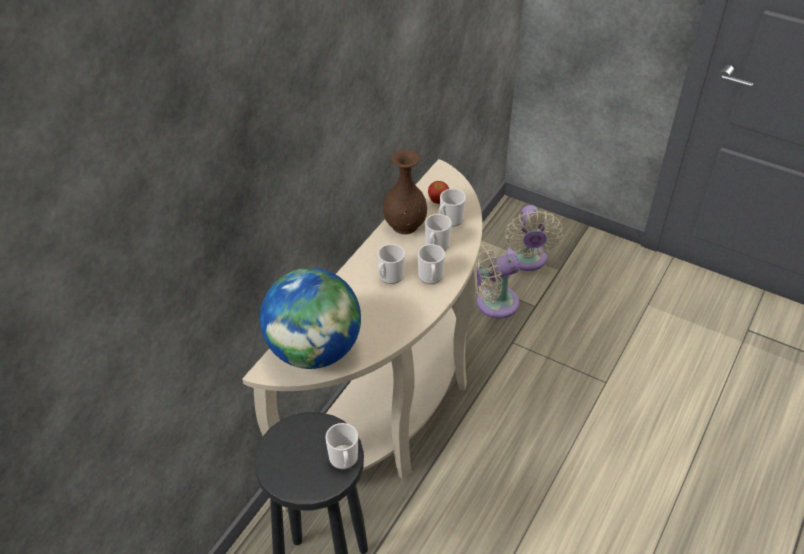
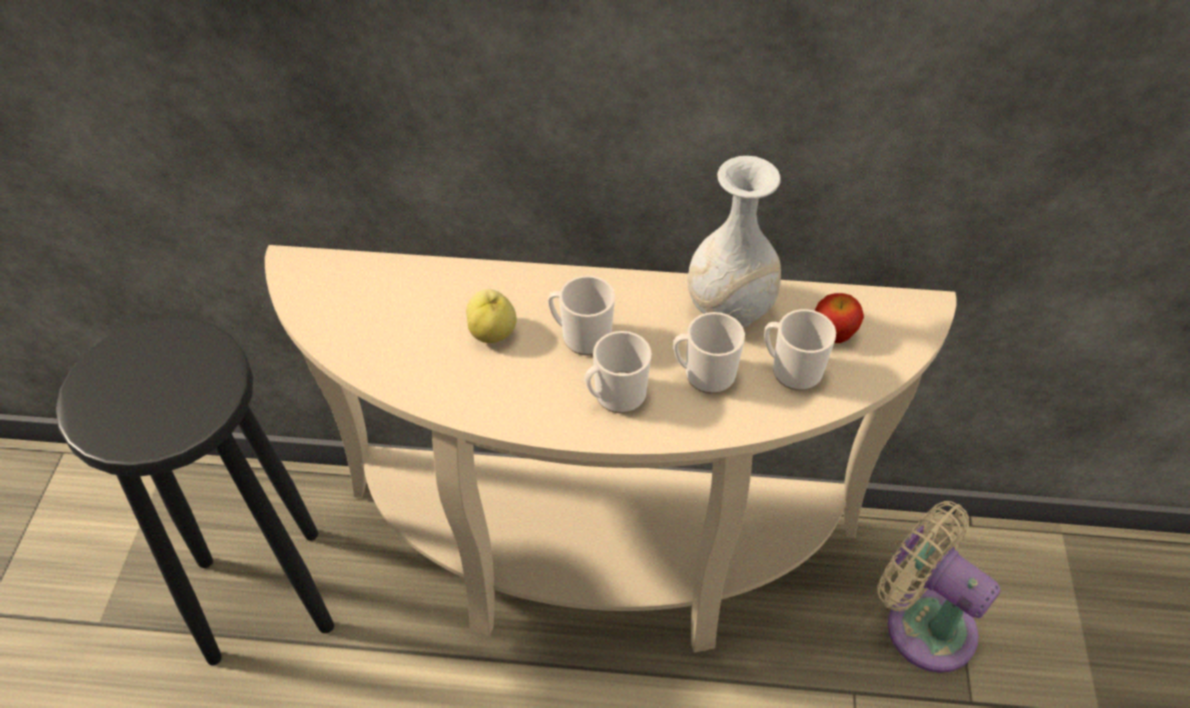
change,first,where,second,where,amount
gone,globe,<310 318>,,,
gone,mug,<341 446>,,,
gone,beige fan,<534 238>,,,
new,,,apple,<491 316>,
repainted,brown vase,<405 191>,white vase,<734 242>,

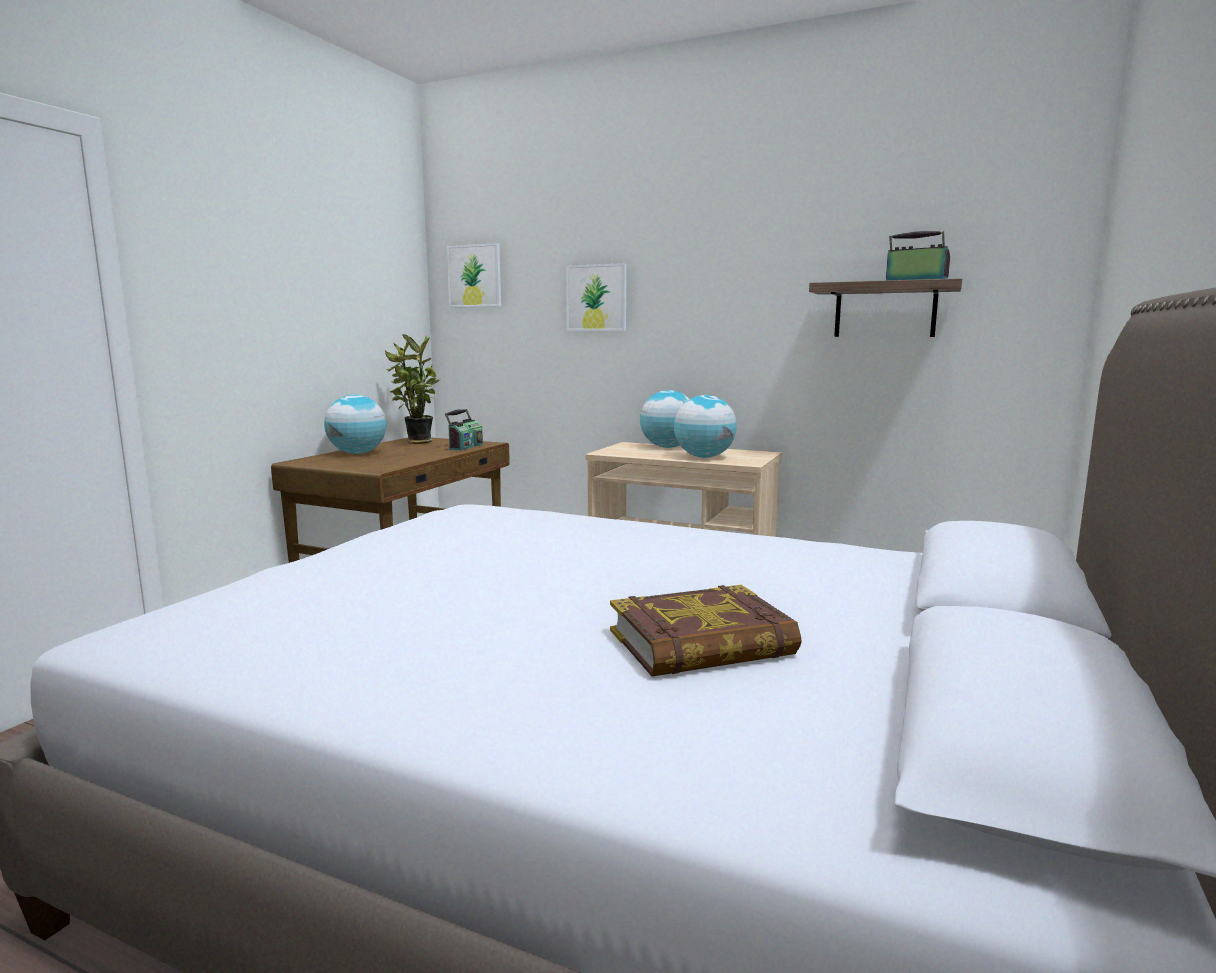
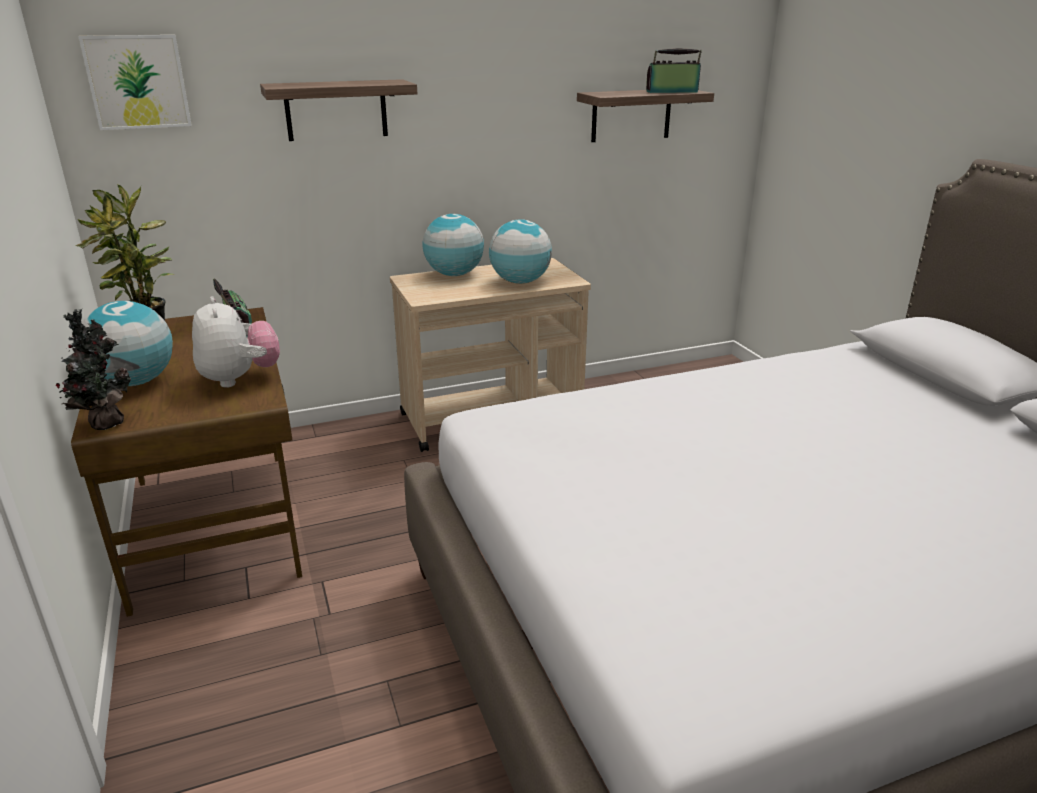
change,first,where,second,where,amount
gone,book,<706 630>,,,
new,,,potted plant,<93 369>,
new,,,plush toy,<236 342>,
swapped,picture,<596 297>,shelf,<338 110>,

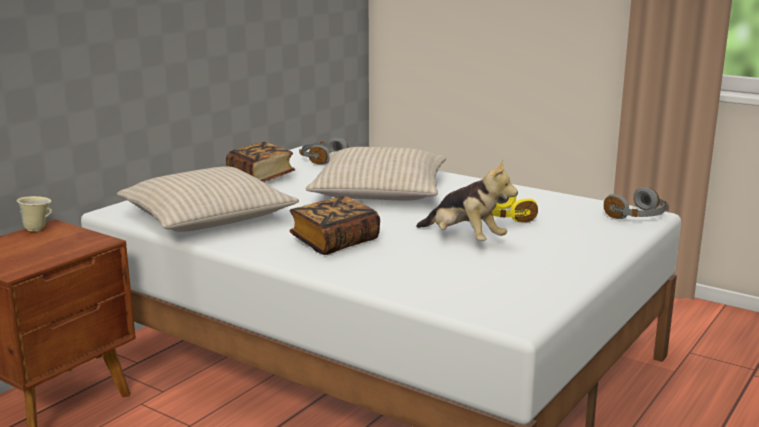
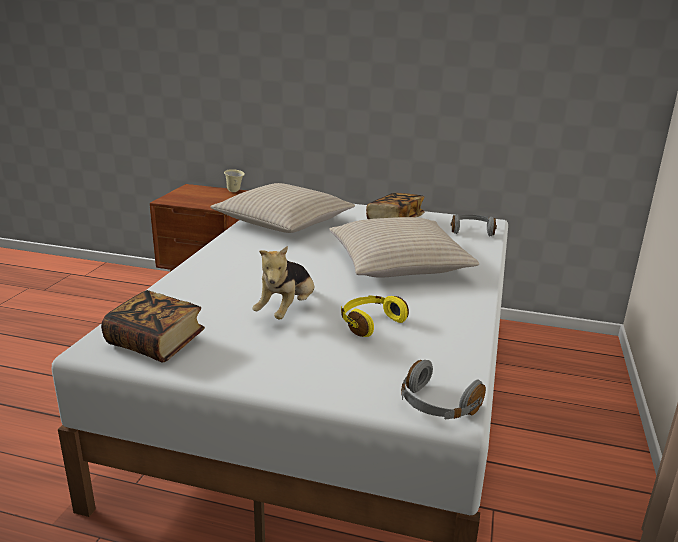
change,first,where,second,where,amount
shifted,book,<334 225>,,<153 326>,

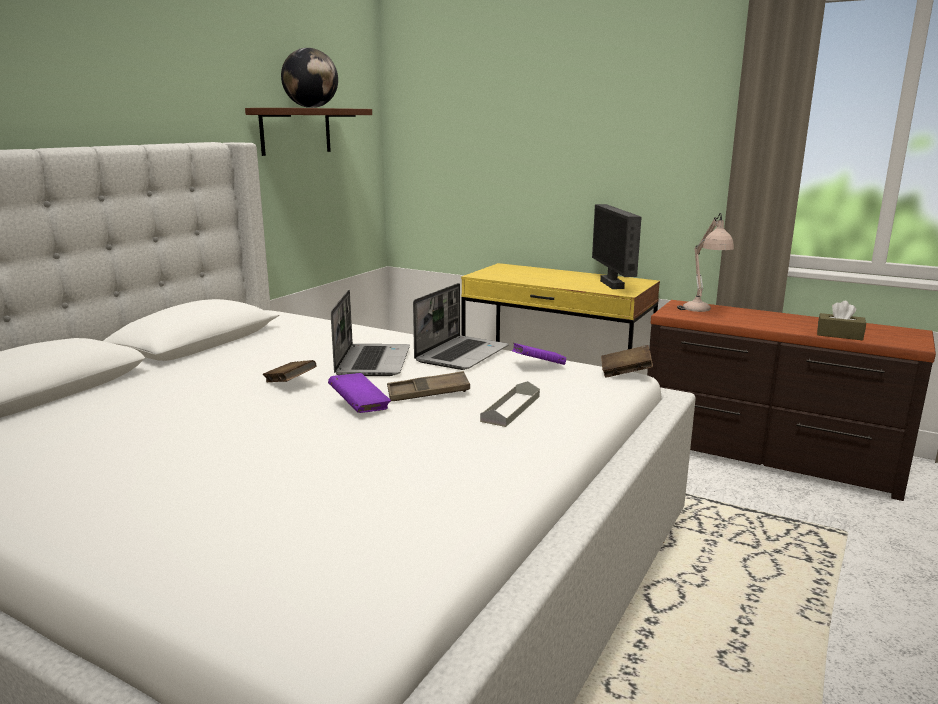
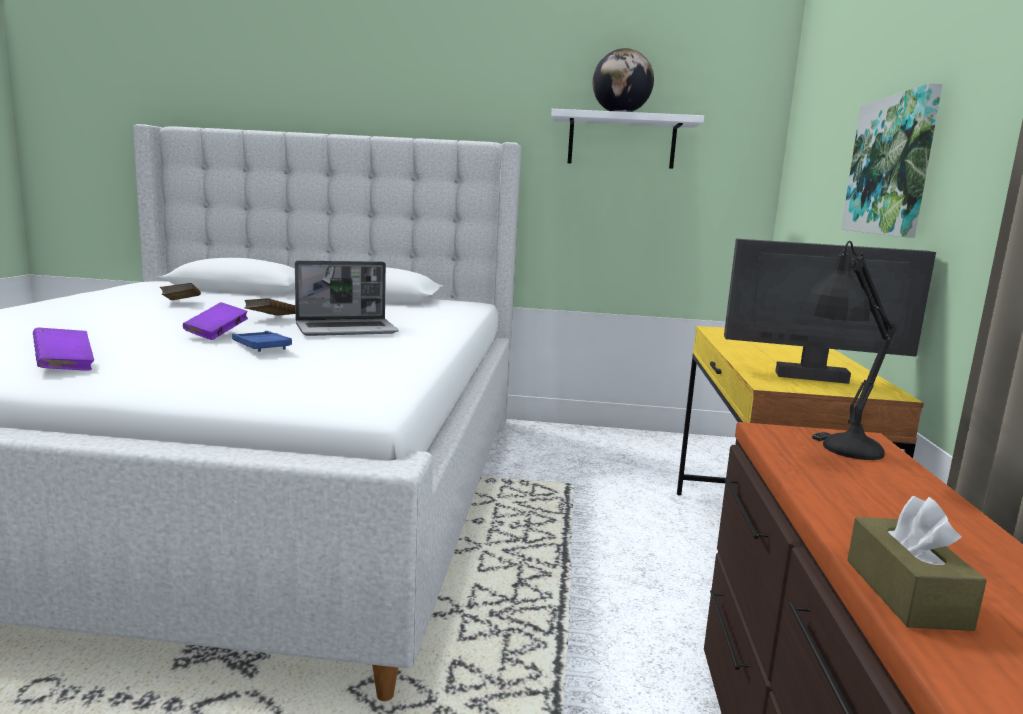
change,first,where,second,where,amount
gone,laptop,<461 326>,,,
gone,grey tray,<510 404>,,,
new,,,picture,<892 160>,
shifted,purple book,<539 354>,,<63 349>,
shifted,brown book,<627 361>,,<180 291>,
repainted,brown shelf,<308 132>,white shelf,<627 139>,
repainted,brown tray,<428 386>,blue tray,<262 341>,
repainted,beige table lamp,<705 262>,black table lamp,<847 350>,
rotated,monitor,<616 246>,,<830 311>,45 degrees clockwise

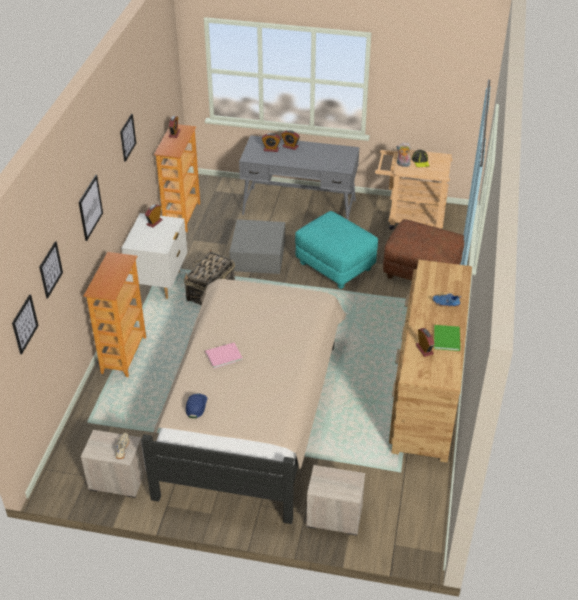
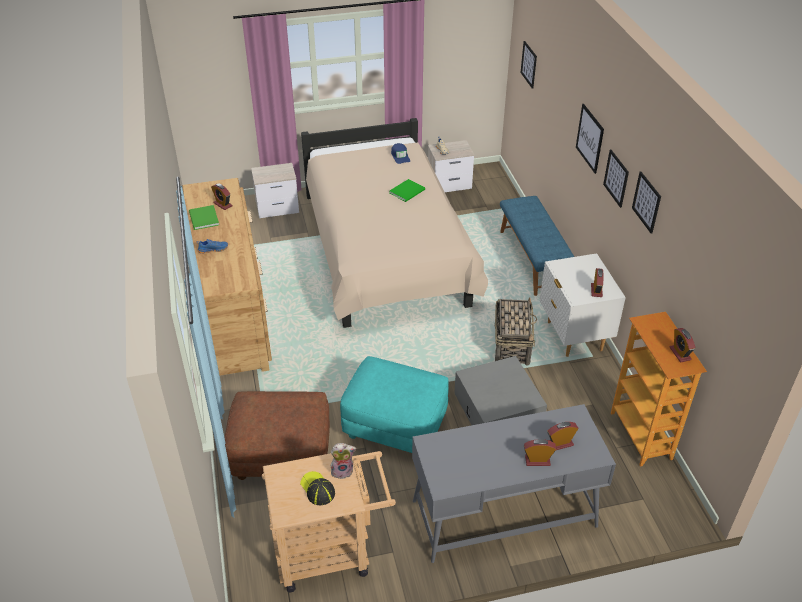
change,first,where,second,where,amount
shifted,picture,<51 269>,,<616 179>,
swapped,bookcase,<115 314>,blue bench,<537 246>,
repainted,pink book,<223 356>,green book,<407 190>,

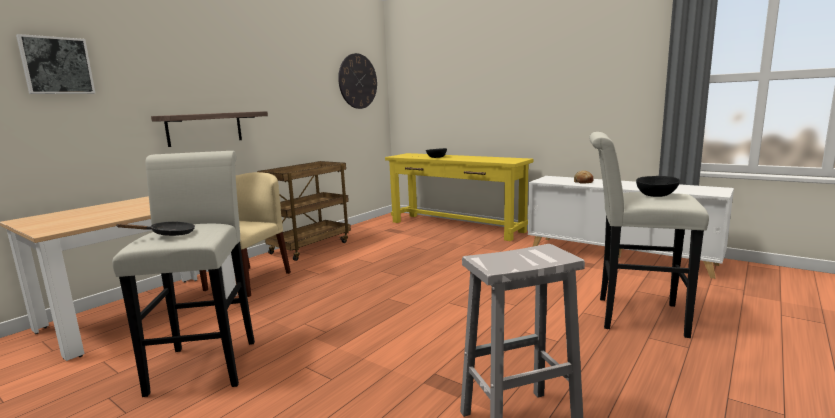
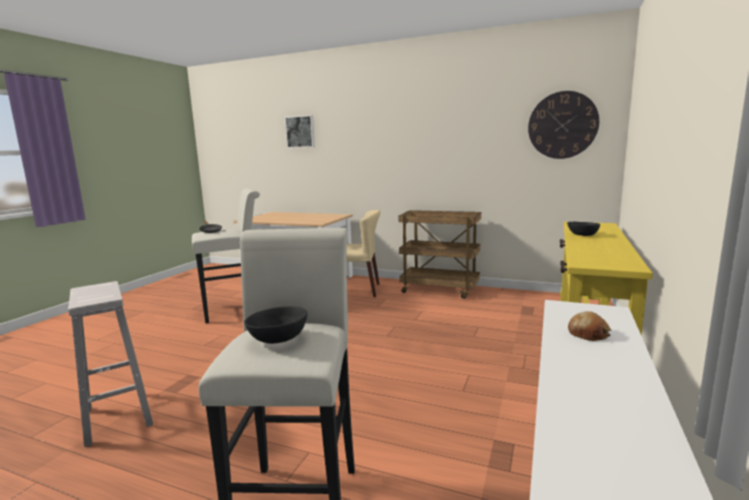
change,first,where,second,where,amount
gone,shelf,<209 129>,,,

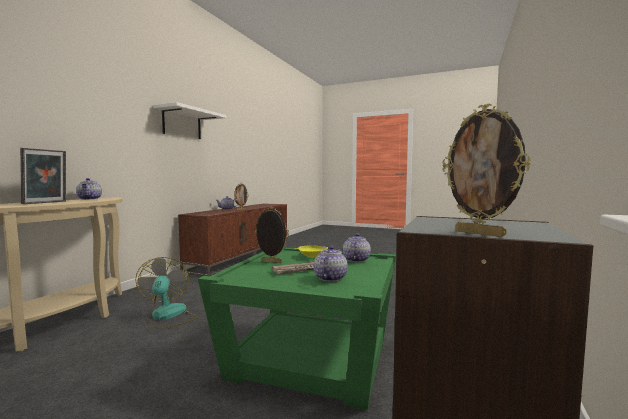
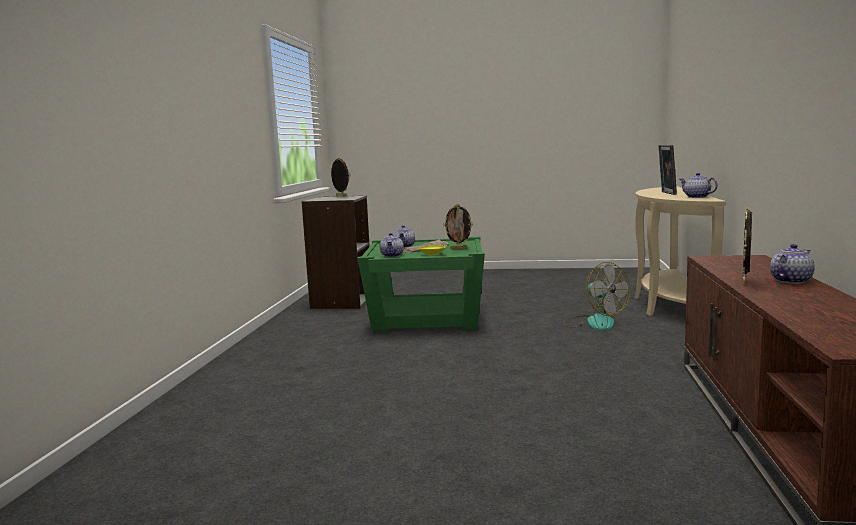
change,first,where,second,where,amount
gone,white shelf,<189 120>,,,

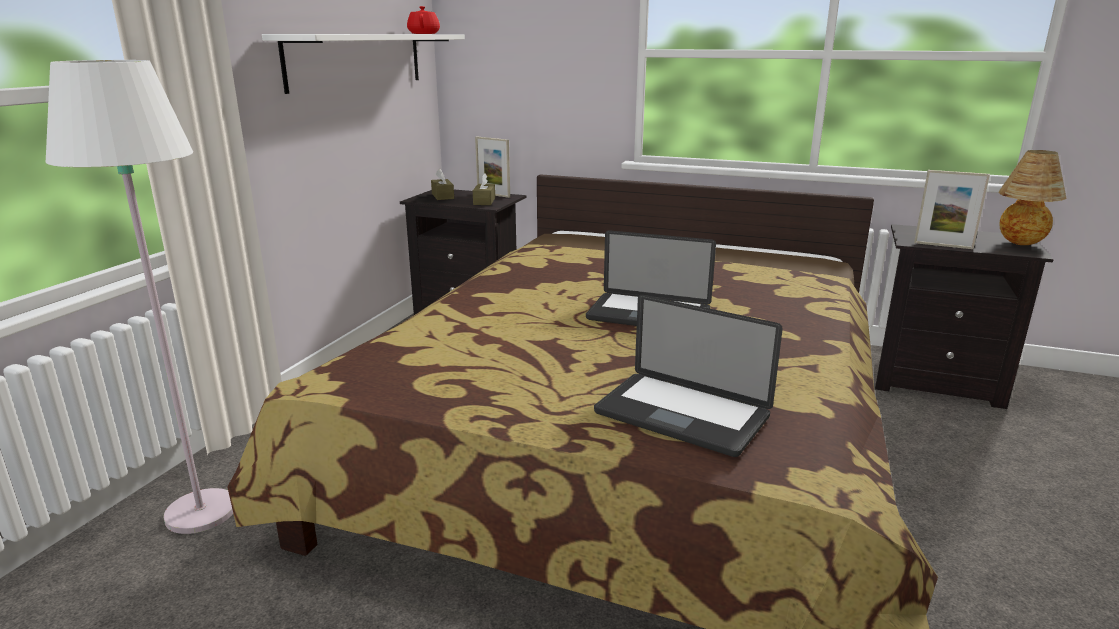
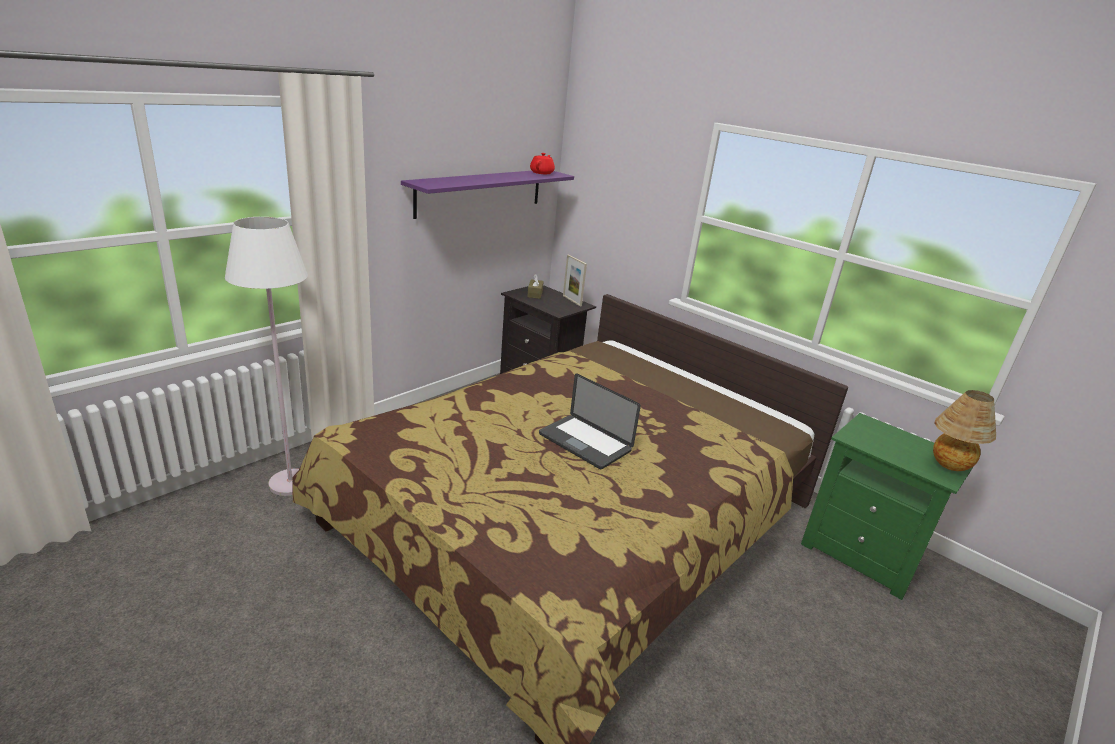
change,first,where,second,where,amount
gone,brown tissue box,<484 189>,,,
gone,laptop,<688 376>,,,
gone,picture frame,<952 209>,,,
repainted,white shelf,<363 64>,purple shelf,<487 195>,
repainted,black nightstand,<964 316>,green nightstand,<887 506>,

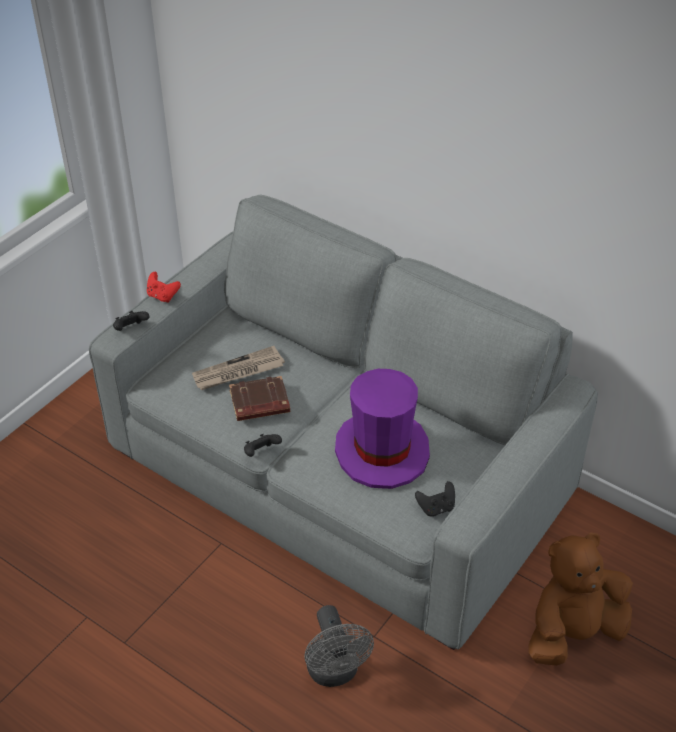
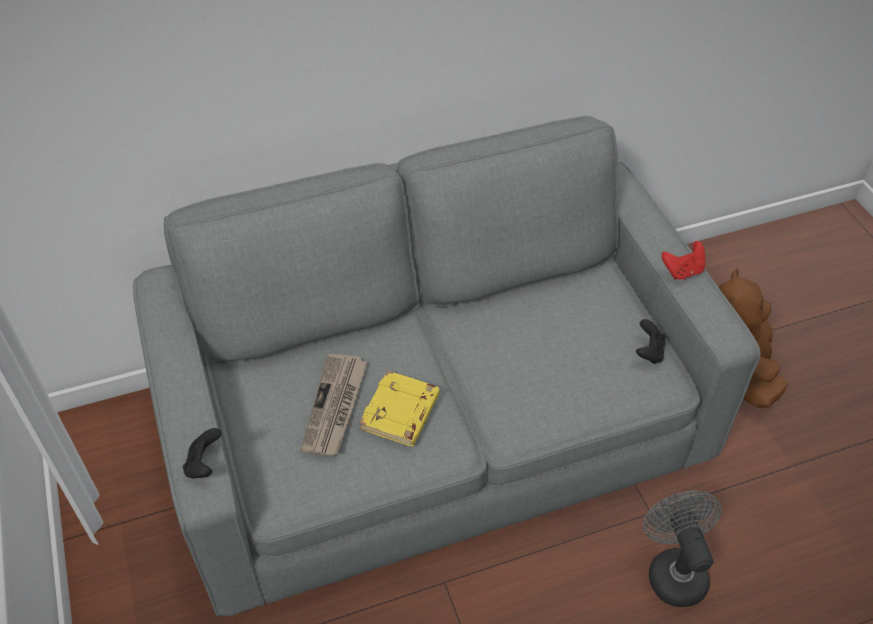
change,first,where,second,where,amount
gone,black game controller,<263 445>,,,
gone,purple hat,<382 429>,,,
shifted,red game controller,<164 287>,,<683 260>,
repainted,brown book,<259 398>,yellow book,<399 408>,
rotated,grey fan,<339 646>,,<682 549>,120 degrees counterclockwise

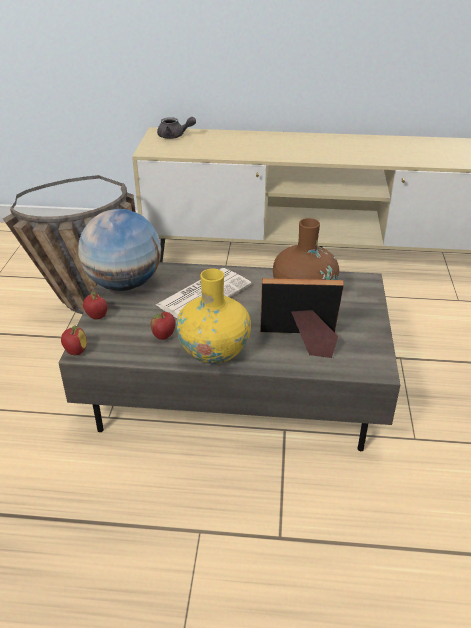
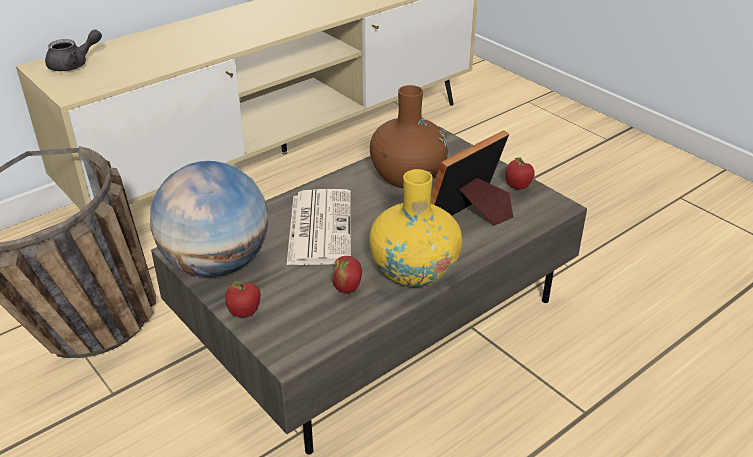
change,first,where,second,where,amount
shifted,apple,<74 340>,,<520 173>,

